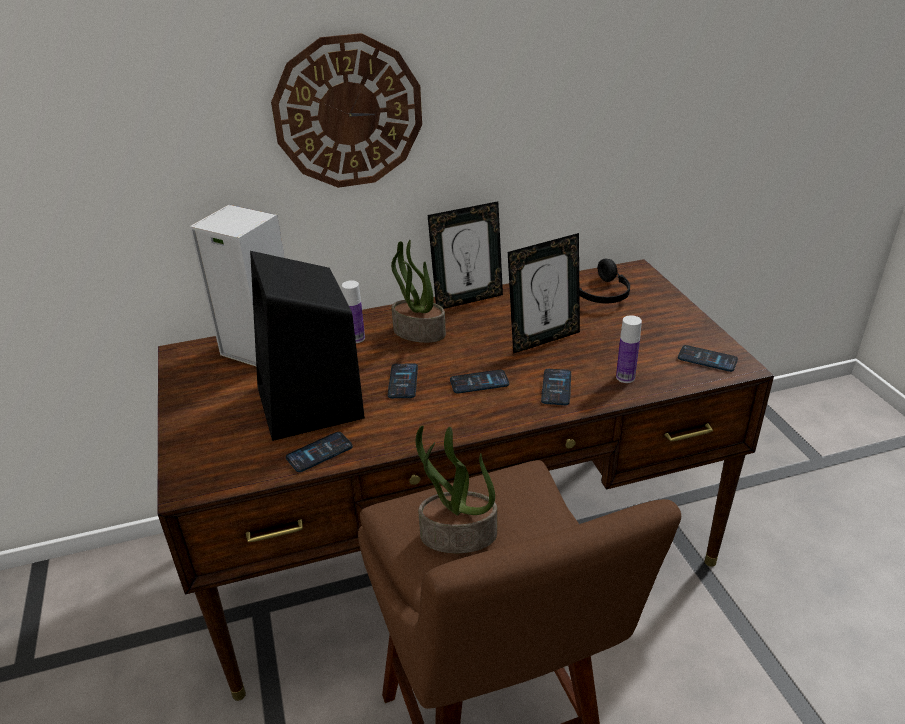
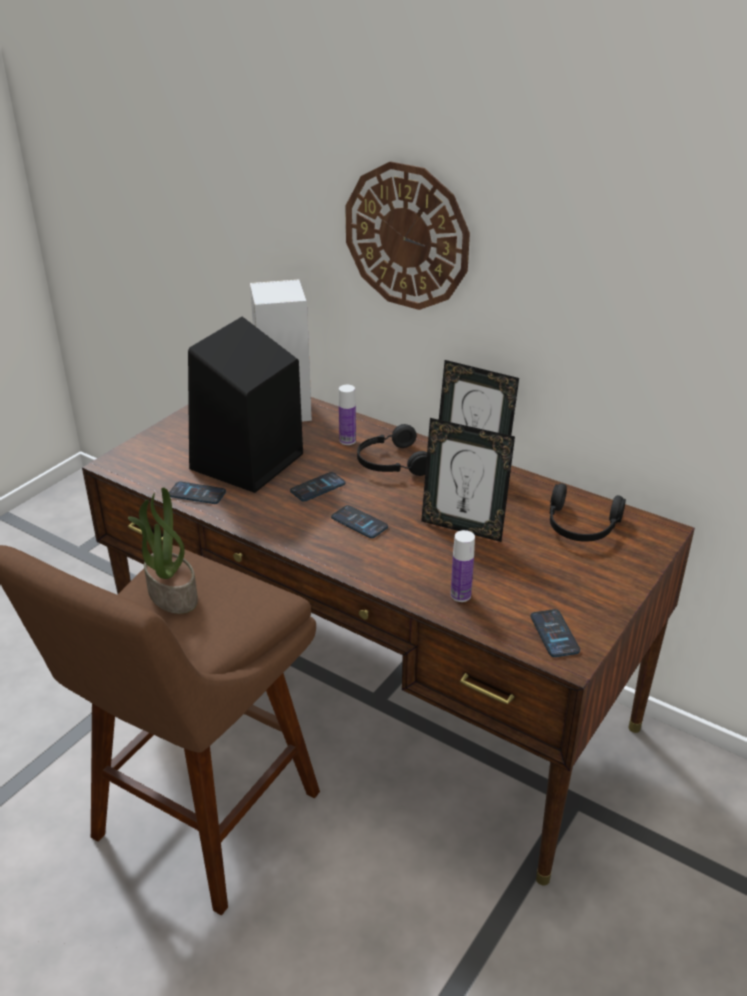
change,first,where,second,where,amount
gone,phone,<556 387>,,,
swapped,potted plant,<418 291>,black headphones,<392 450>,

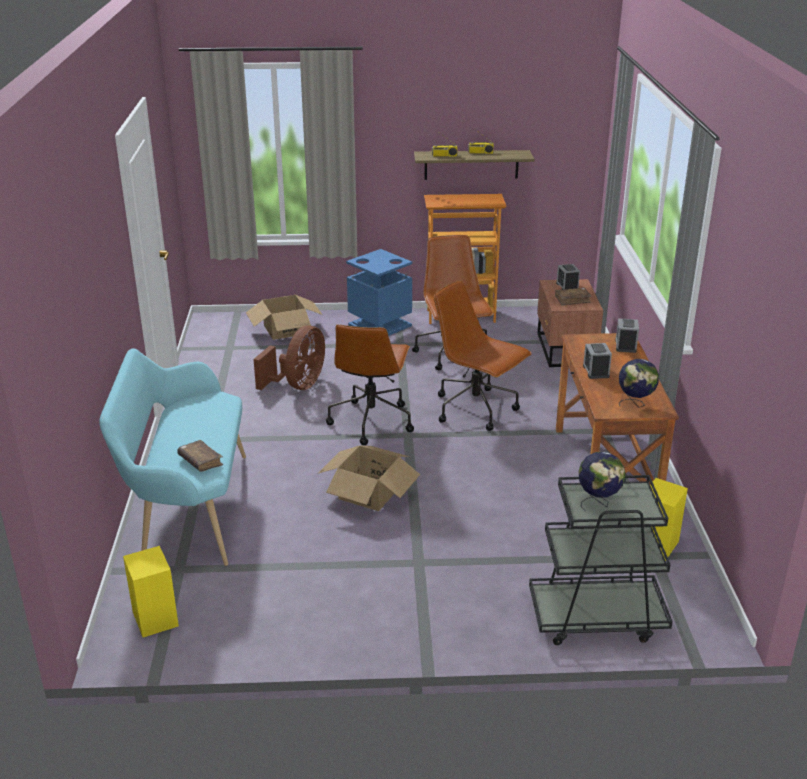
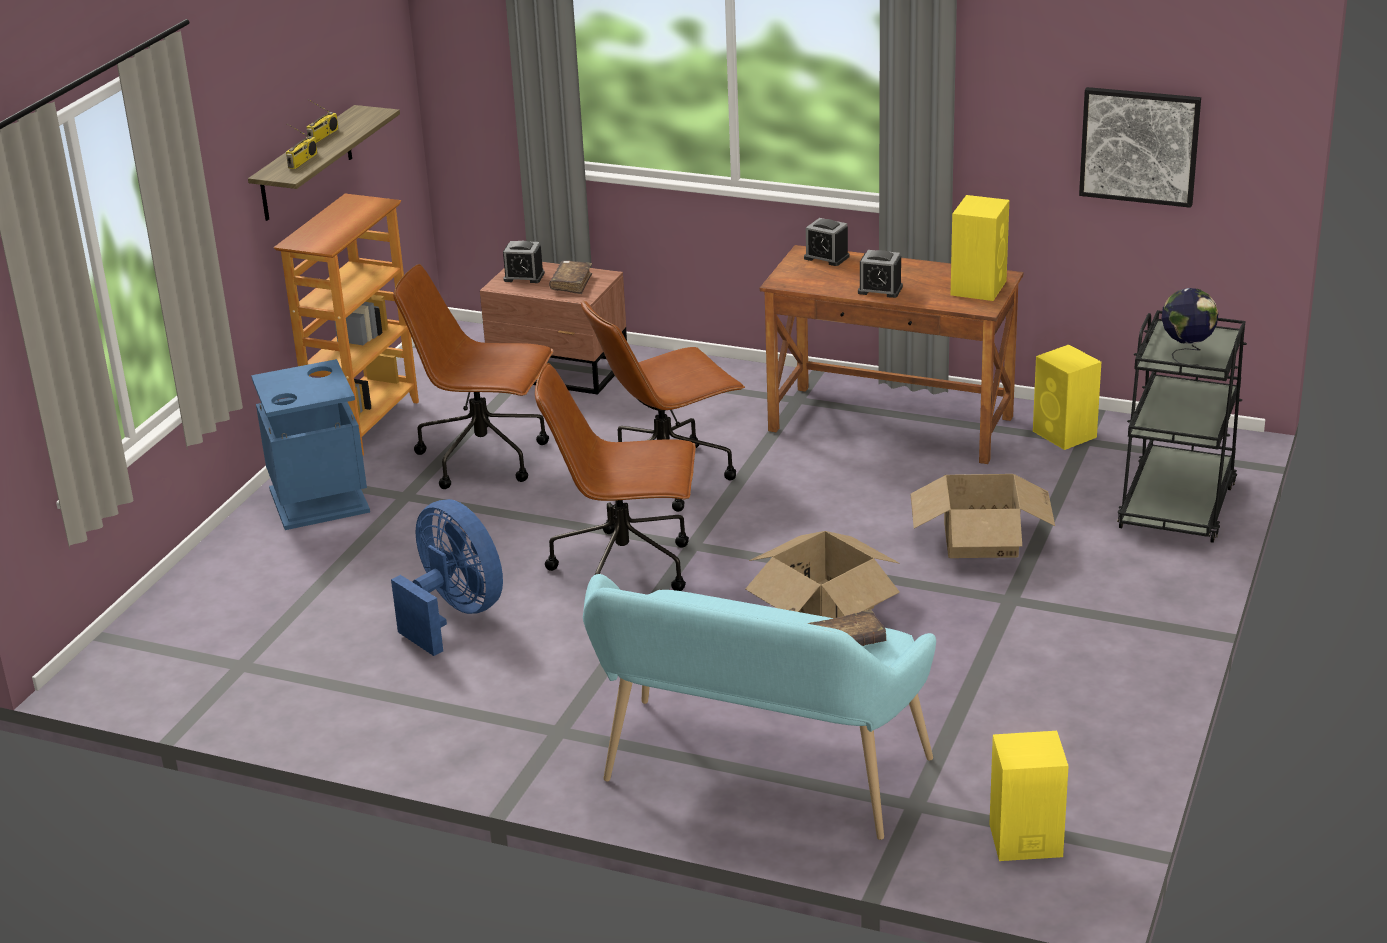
change,first,where,second,where,amount
new,,,picture,<1140 147>,
shifted,cardboard box,<284 317>,,<982 516>,
swapped,globe,<639 383>,yellow speaker,<980 248>,
repainted,brown fan,<289 358>,blue fan,<447 577>,
rotated,brown office chair,<370 384>,,<615 477>,150 degrees clockwise

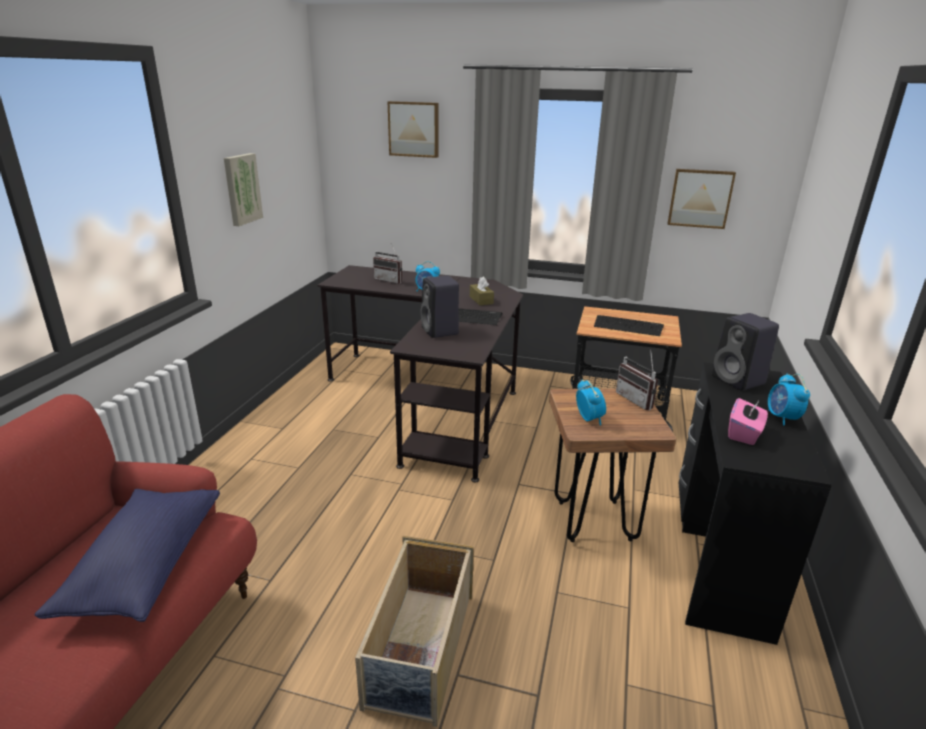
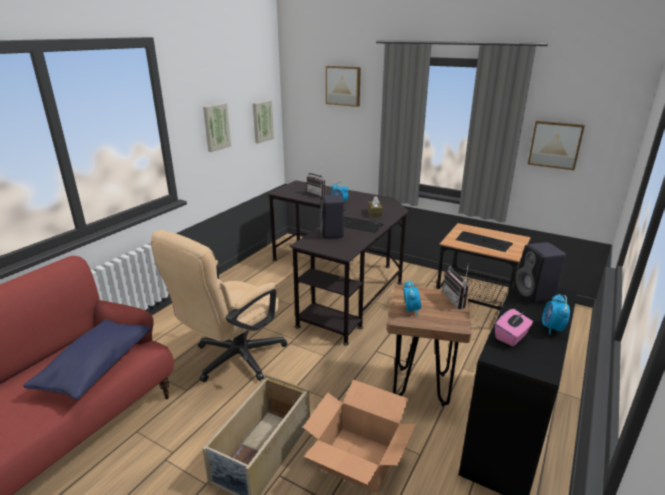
change,first,where,second,where,amount
new,,,beige office chair,<219 306>,
new,,,picture,<263 122>,
new,,,cardboard box,<359 437>,

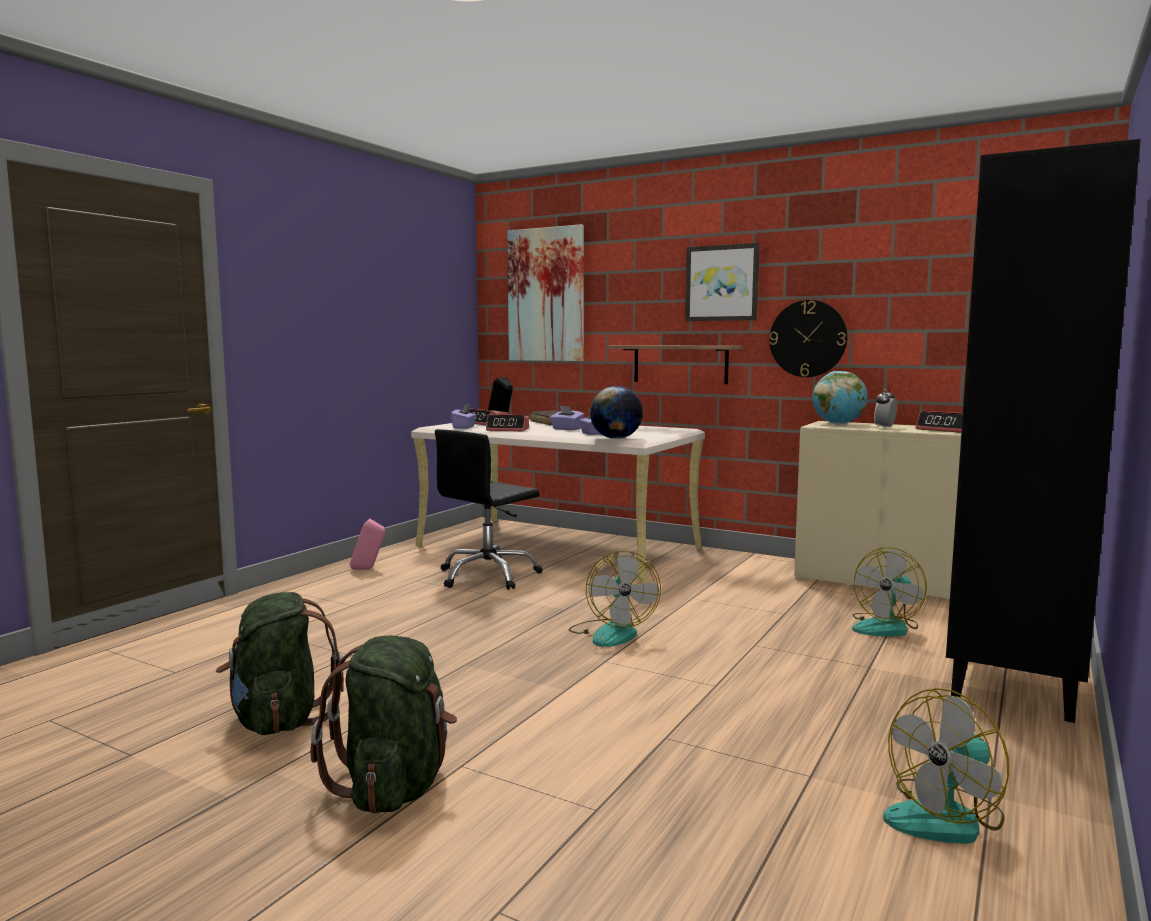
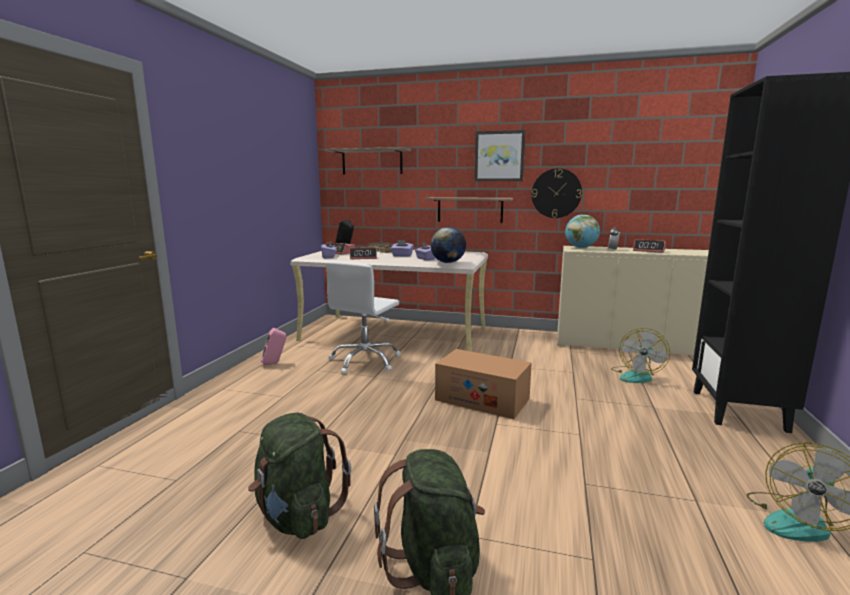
change,first,where,second,where,amount
swapped,picture,<545 292>,shelf,<368 160>,
swapped,fan,<615 599>,cardboard box,<483 384>,
repainted,black office chair,<489 509>,white office chair,<363 318>,

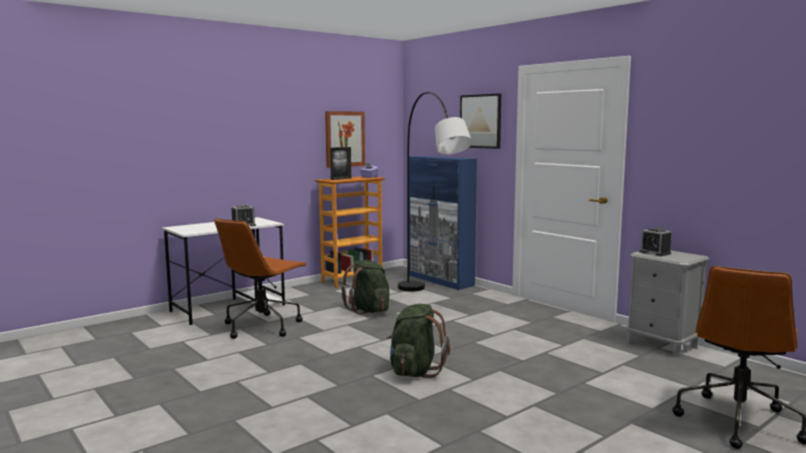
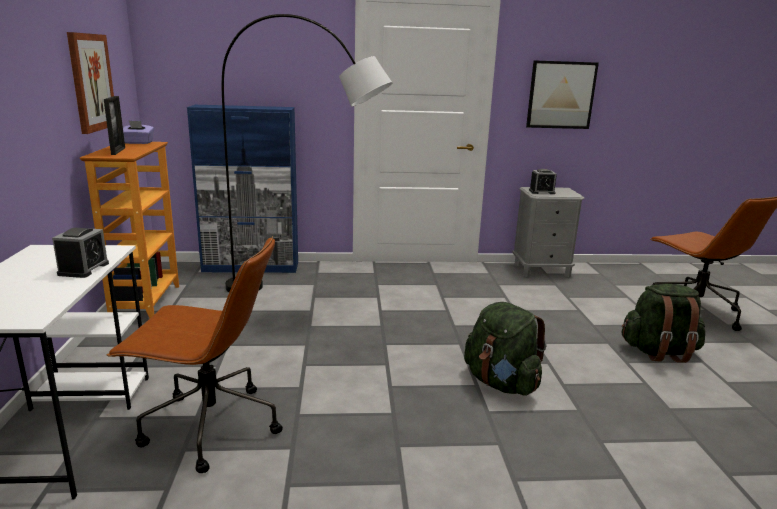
change,first,where,second,where,amount
shifted,green backpack,<365 287>,,<663 323>,
shifted,picture,<480 121>,,<562 94>,
rotated,brown office chair,<261 278>,,<195 354>,60 degrees counterclockwise

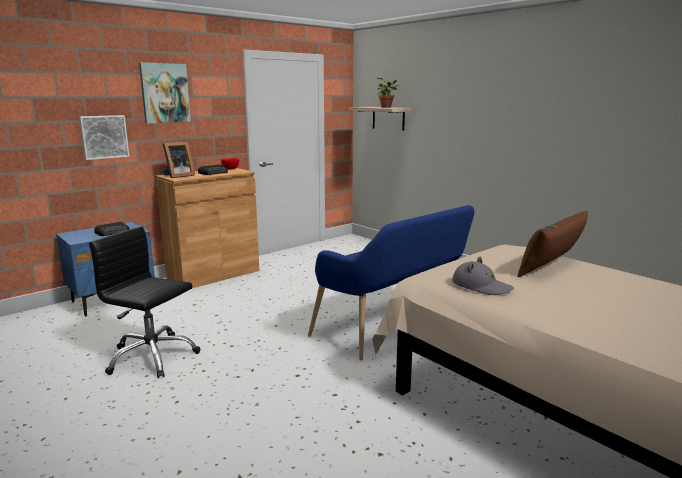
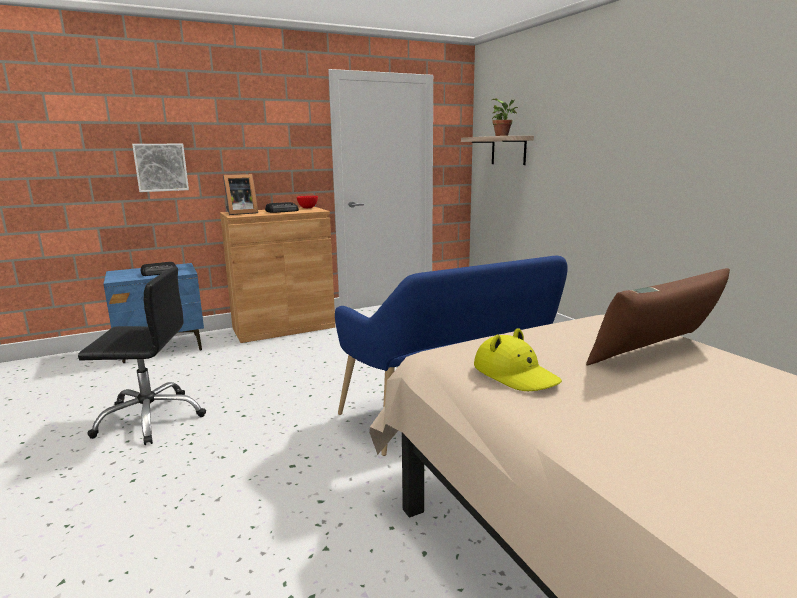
change,first,where,second,where,amount
gone,picture,<165 93>,,,
repainted,grey hat,<483 276>,yellow hat,<518 359>,
rotated,black office chair,<144 302>,,<142 356>,135 degrees clockwise

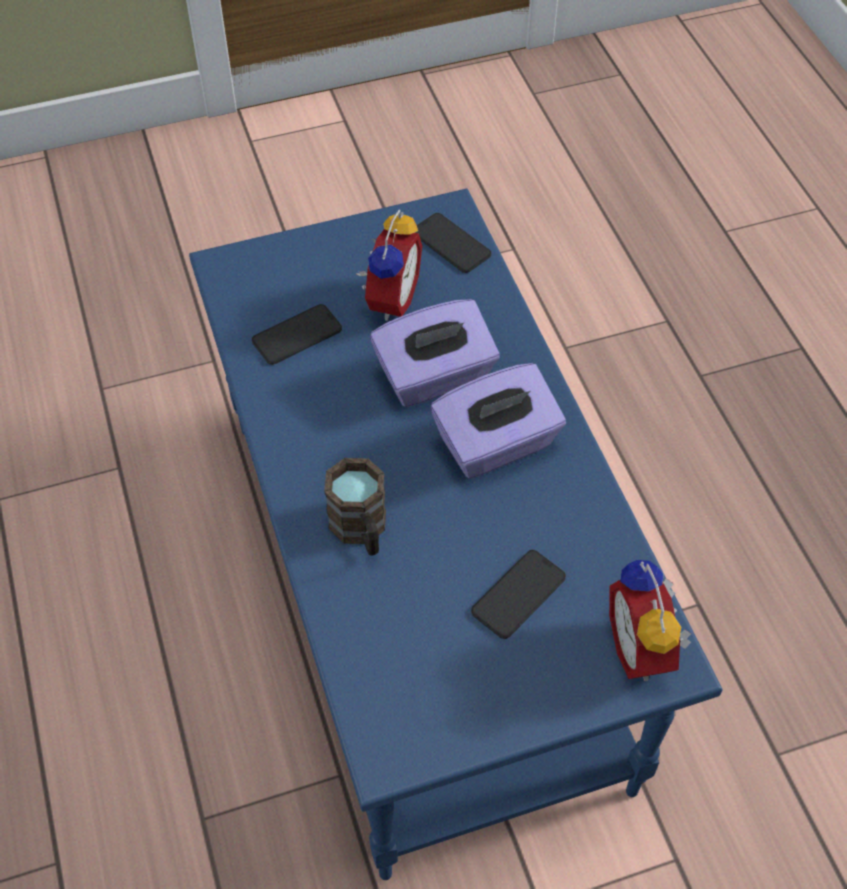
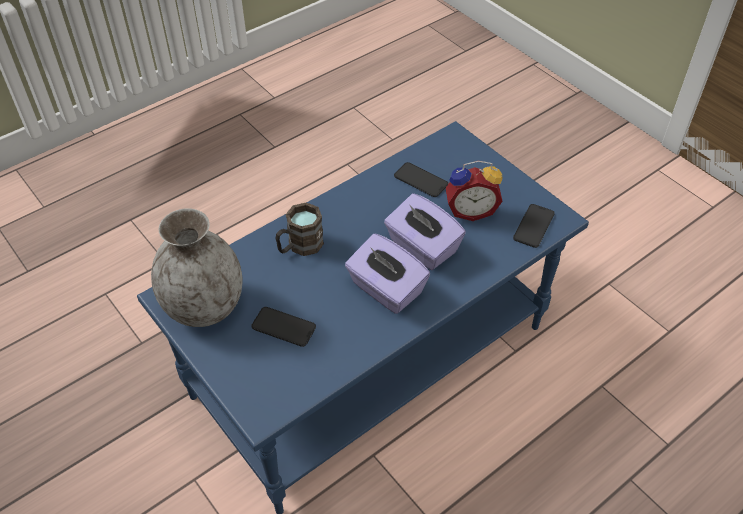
change,first,where,second,where,amount
gone,alarm clock,<650 620>,,,
new,,,grey vase,<197 267>,

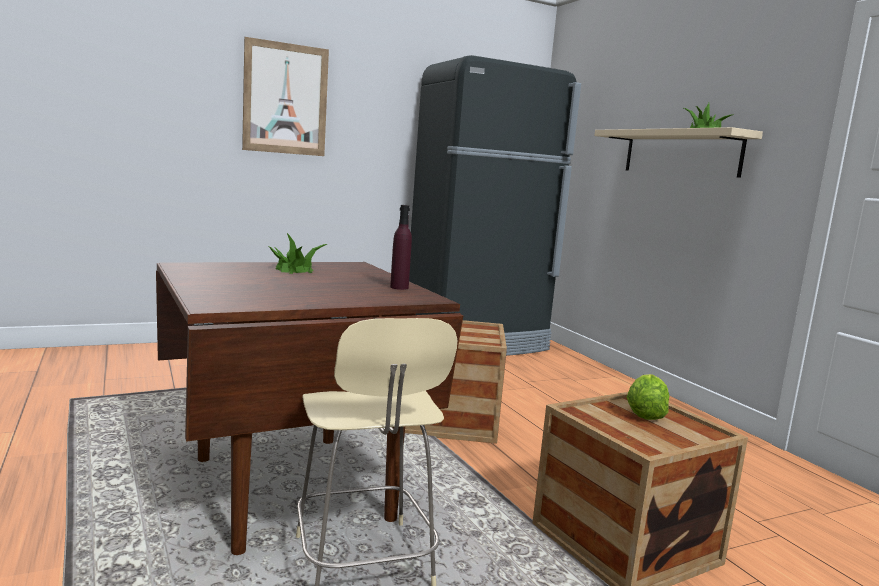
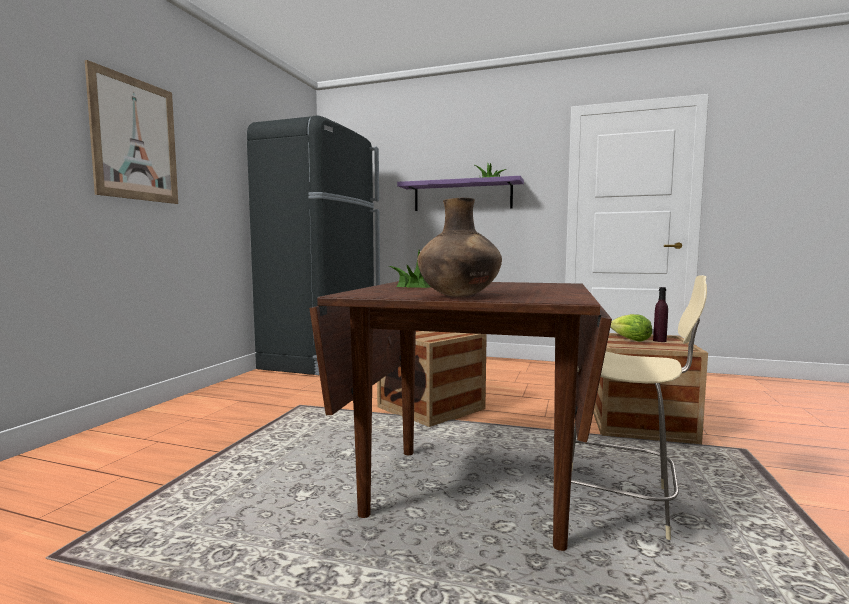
change,first,where,second,where,amount
new,,,brown vase,<459 247>,
shifted,purple bottle,<401 247>,,<660 314>,
repainted,beige shelf,<678 152>,purple shelf,<460 193>,

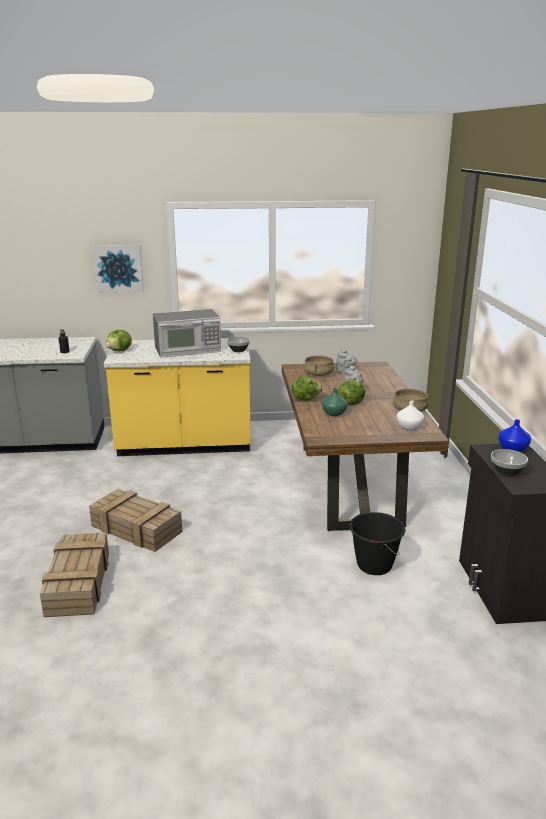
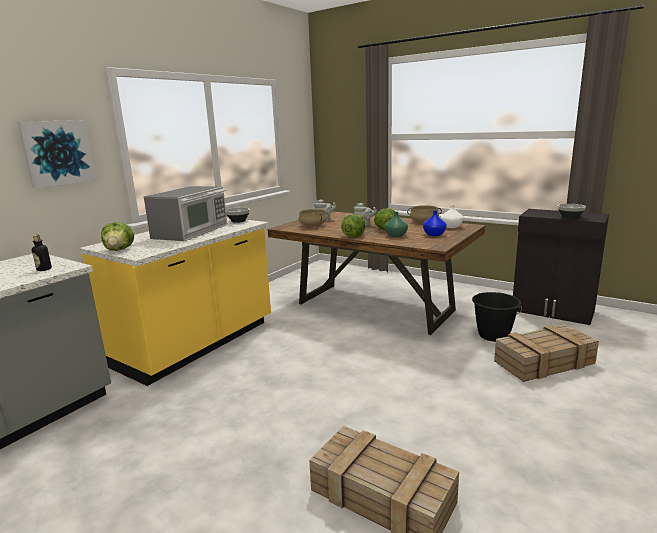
change,first,where,second,where,amount
shifted,crate,<135 520>,,<546 353>,
shifted,blue vase,<514 435>,,<435 223>,

